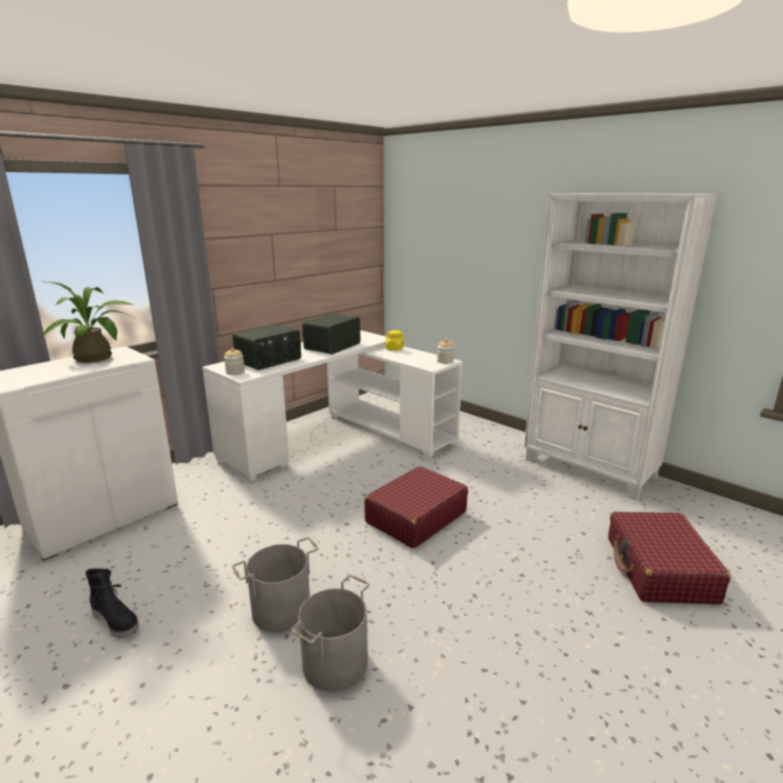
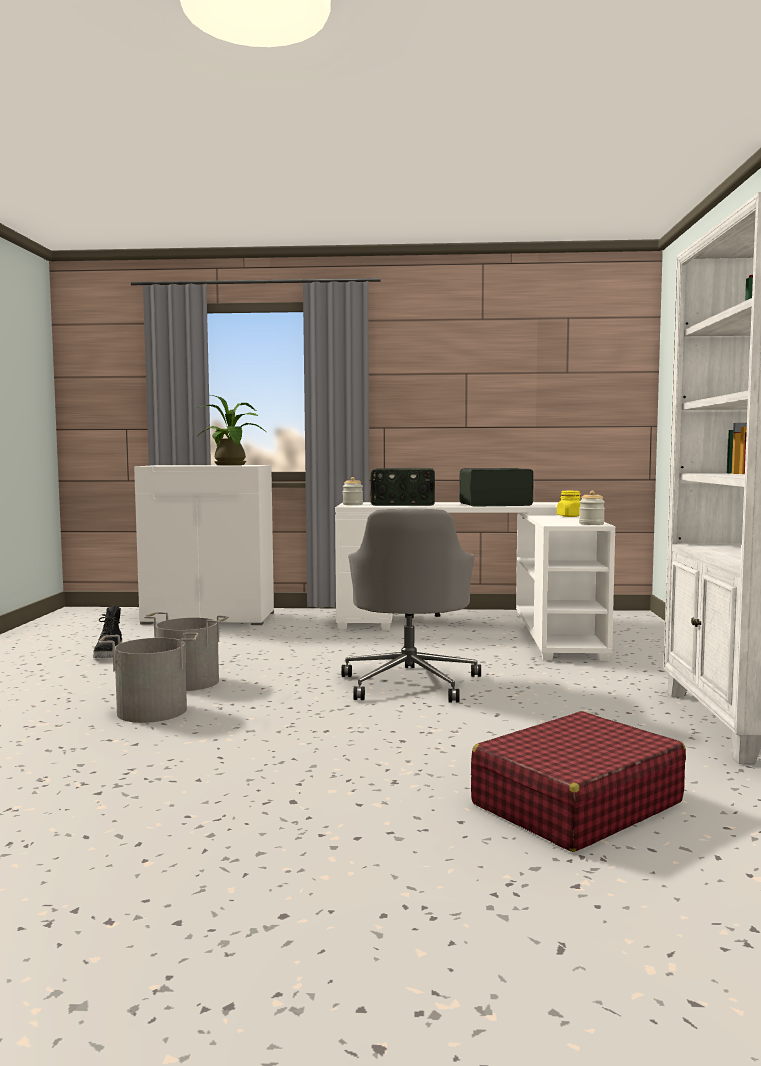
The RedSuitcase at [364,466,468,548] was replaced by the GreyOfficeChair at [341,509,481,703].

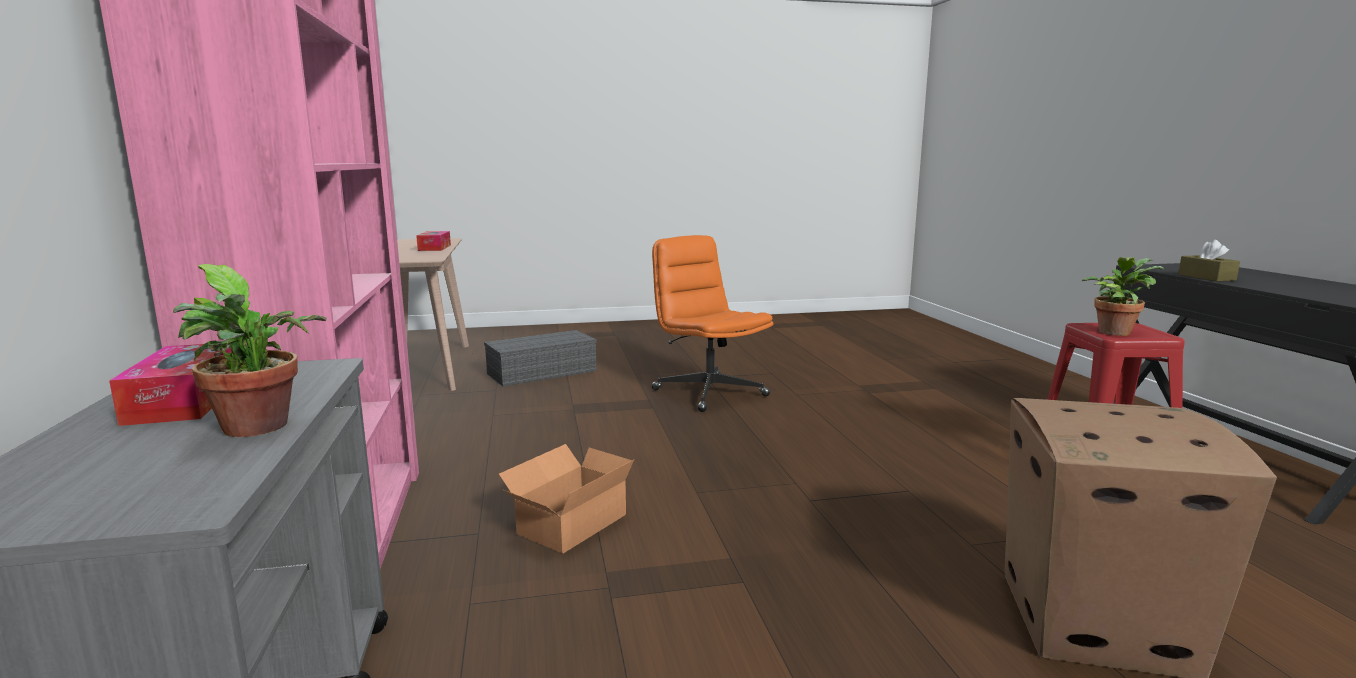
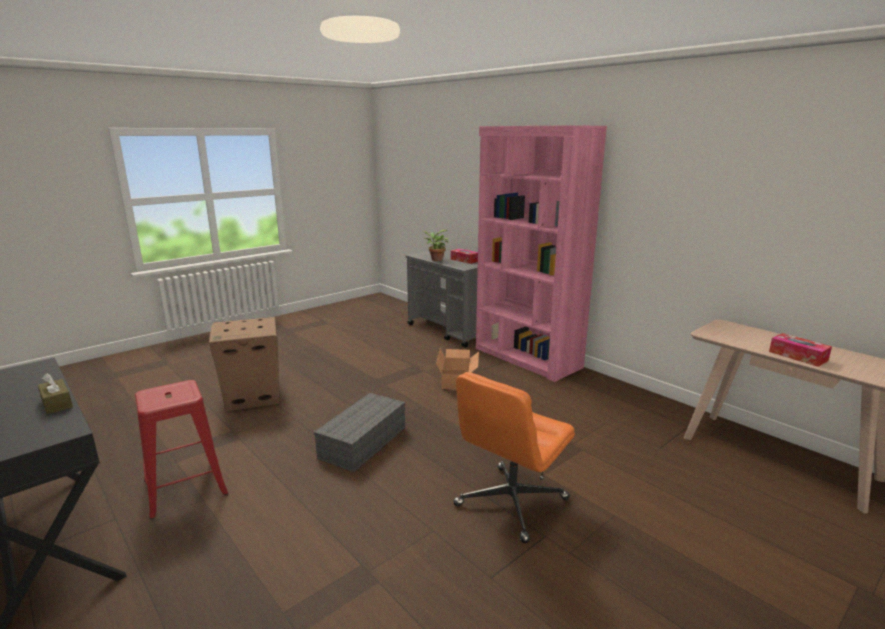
The GreyStorageBox moved from [484,330,597,387] to [314,393,405,472].
The OrangeOfficeChair at [652,235,773,412] turned 105 degrees clockwise.
The PottedPlant at [1082,257,1163,336] disappeared.

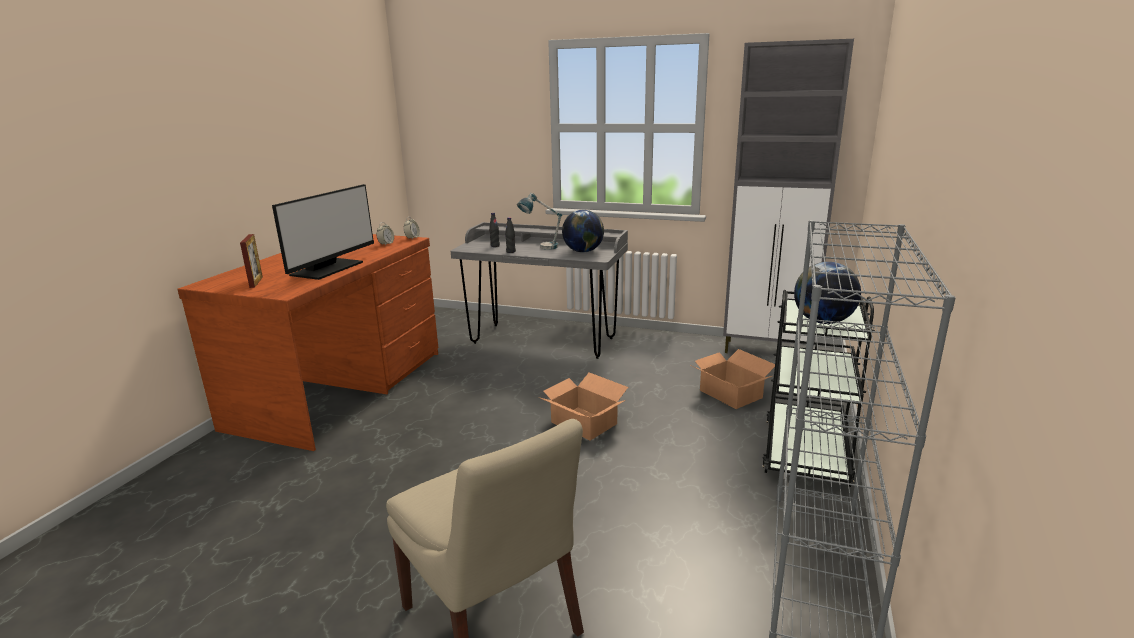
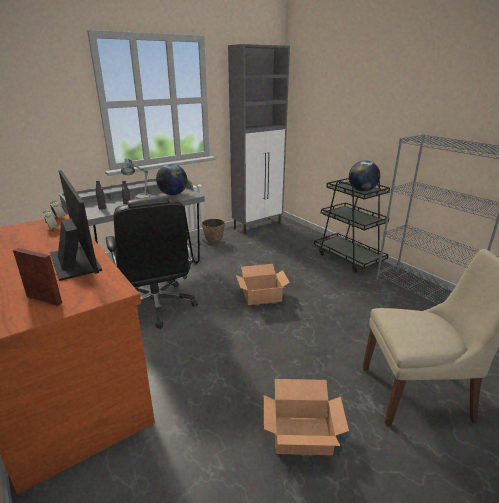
The BlackOfficeChair at [106,196,198,329] appeared.
The Planter at [202,219,225,244] appeared.
The CardboardBox moved from [693,349,775,409] to [264,379,349,455].

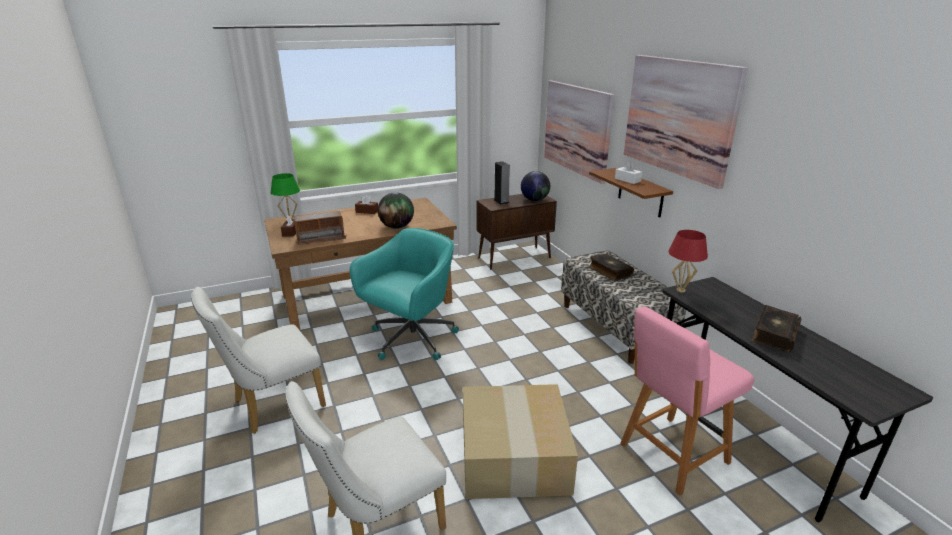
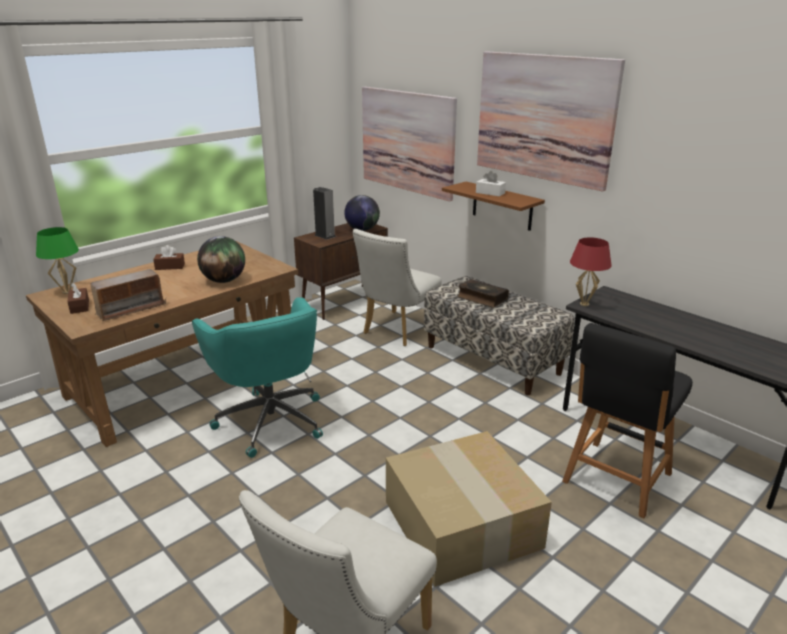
The TurquoiseOfficeChair at [350,228,459,360] turned 135 degrees clockwise.
The WhiteChair moved from [191,287,326,434] to [353,229,442,346].
The PinkChair at [620,306,754,495] became the BlackChair at [562,323,693,518].
The Book at [751,305,801,353] disappeared.

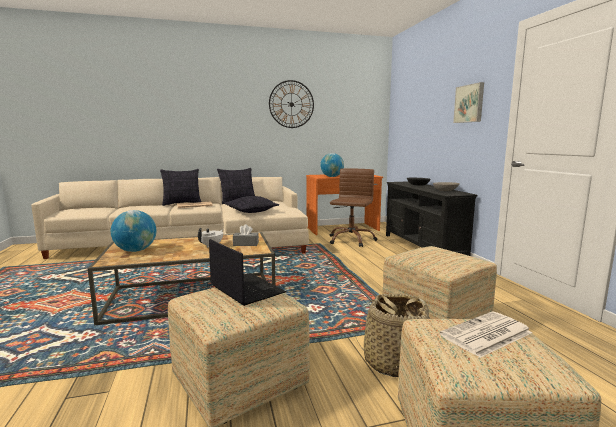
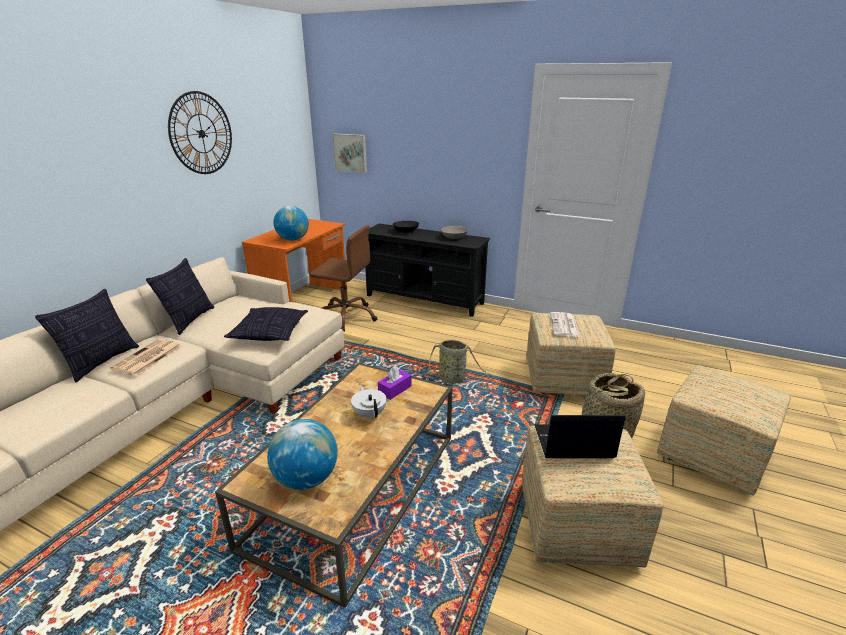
The BrownOfficeChair at [329,168,378,247] turned 135 degrees clockwise.
The Picture moved from [453,82,484,123] to [332,133,367,173].
The GreyTissueBox at [233,224,259,246] became the PurpleTissueBox at [378,366,412,400].
The Basket at [425,340,492,384] appeared.
The Newspaper moved from [440,312,532,358] to [550,312,580,337].

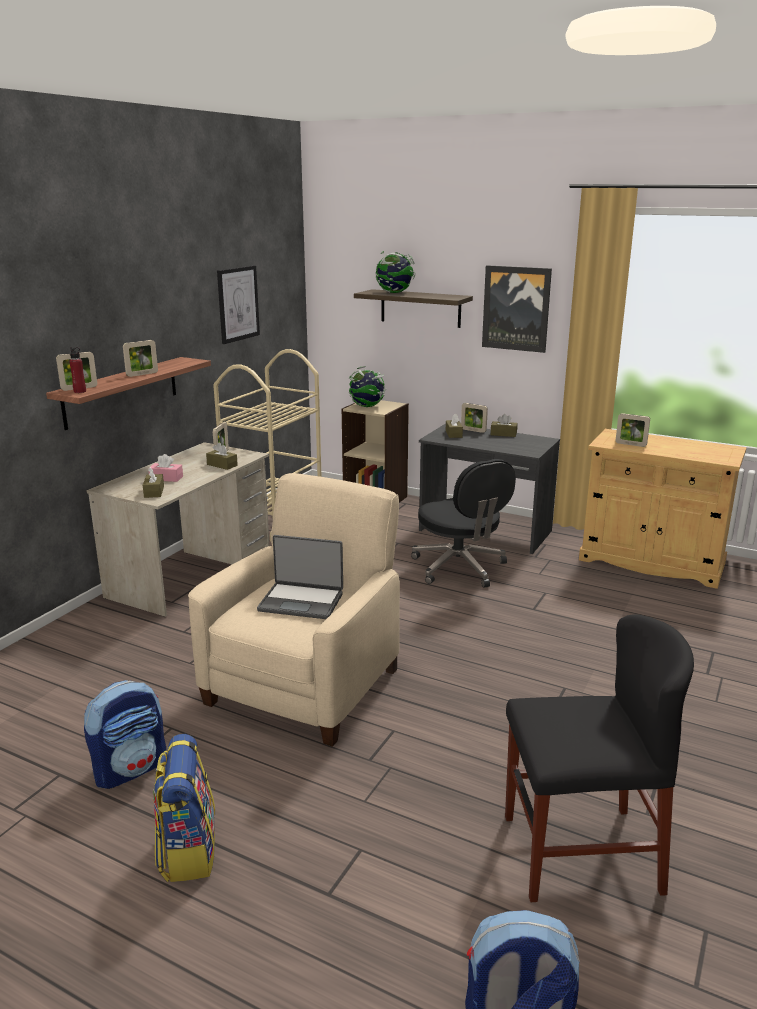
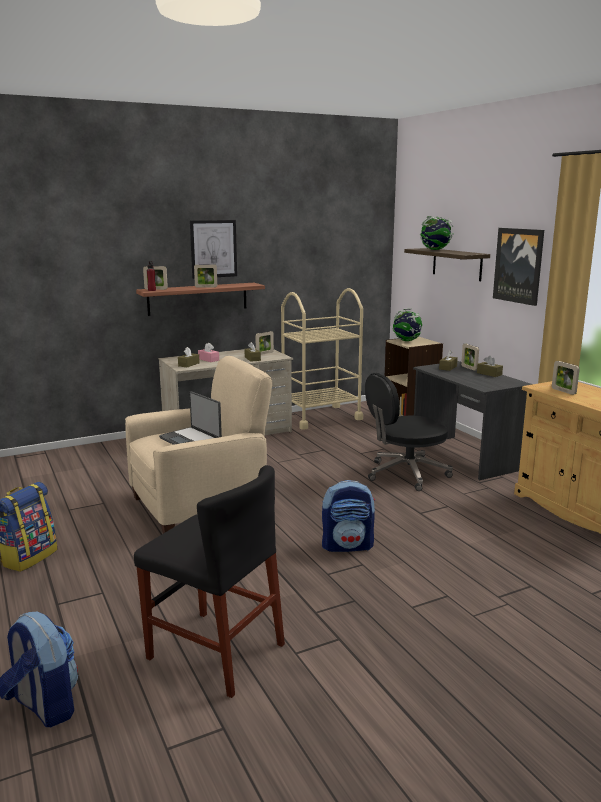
The Picture moved from [217,265,260,344] to [190,220,237,279].
The Backpack moved from [84,680,166,789] to [322,480,375,552].
The BlackOfficeChair at [411,459,516,588] turned 60 degrees clockwise.

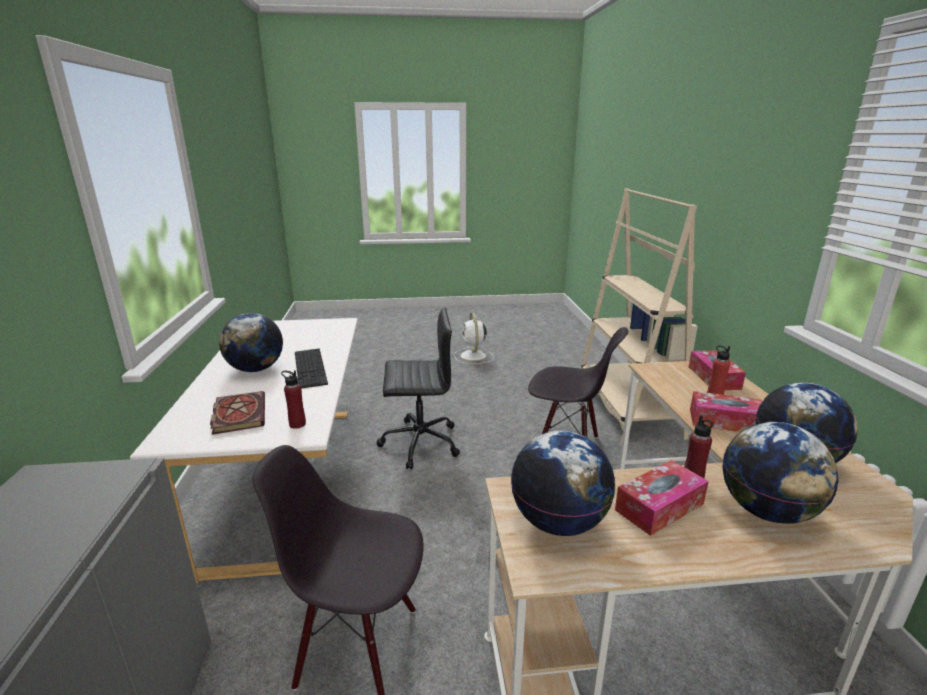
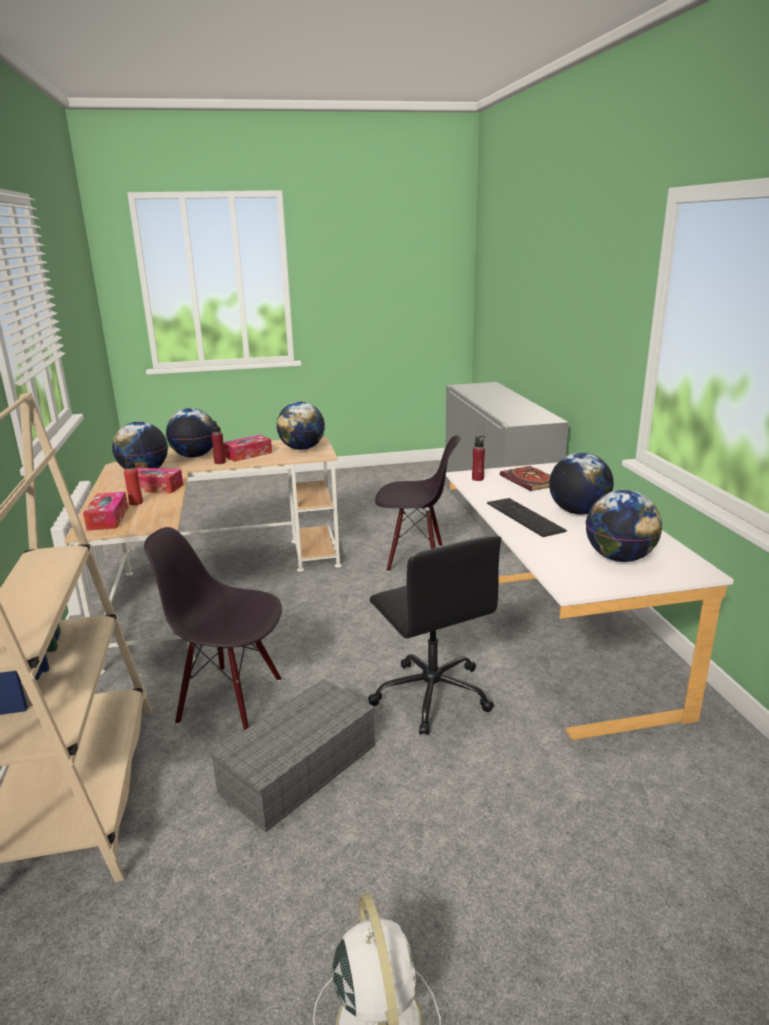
The GreyStorageBox at [210,679,375,832] appeared.
The BlackOfficeChair at [377,308,460,470] turned 105 degrees counterclockwise.
The Globe at [586,490,662,562] appeared.

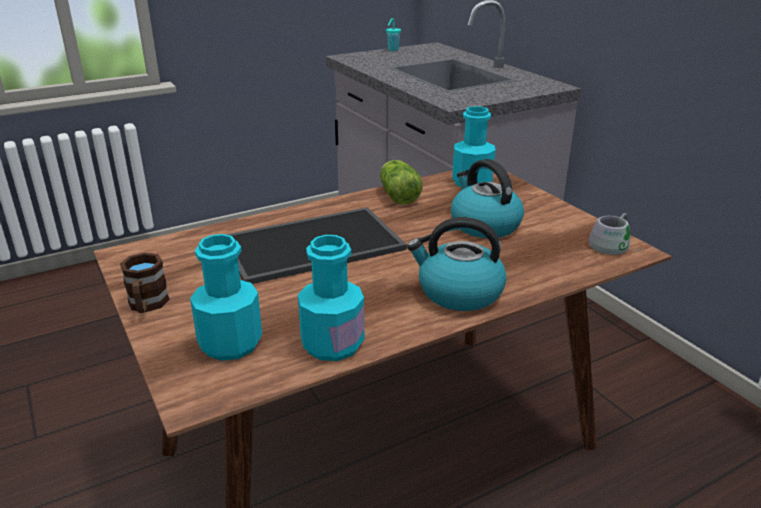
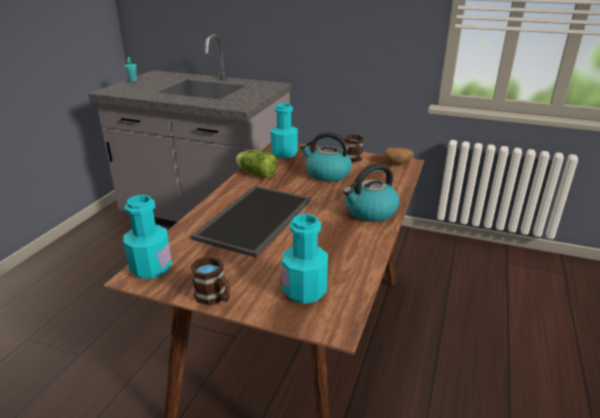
The TurquoiseBottle moved from [298,235,364,361] to [124,195,172,279].
The BrownMug at [345,134,364,162] appeared.
The GreyMug at [589,213,643,255] was replaced by the Potato at [384,148,414,165].

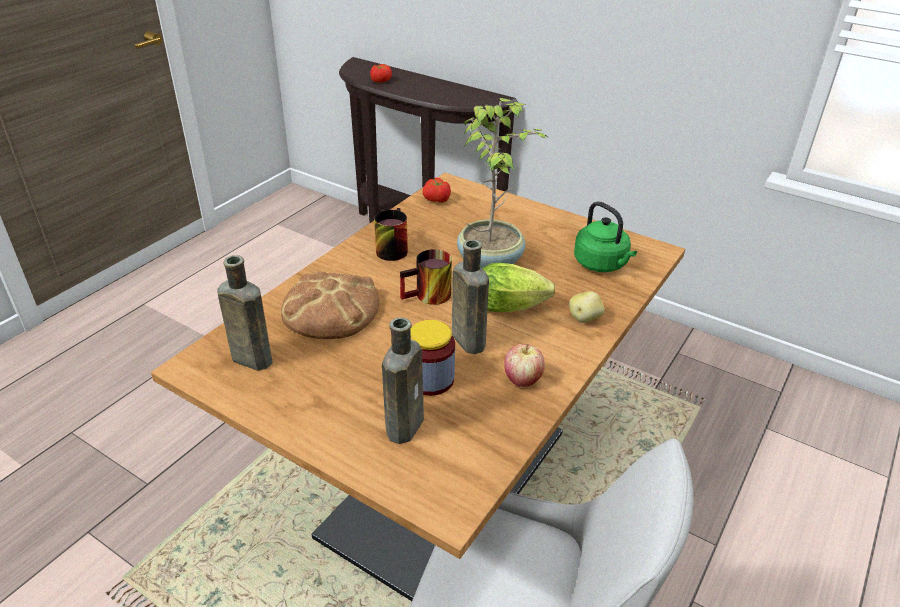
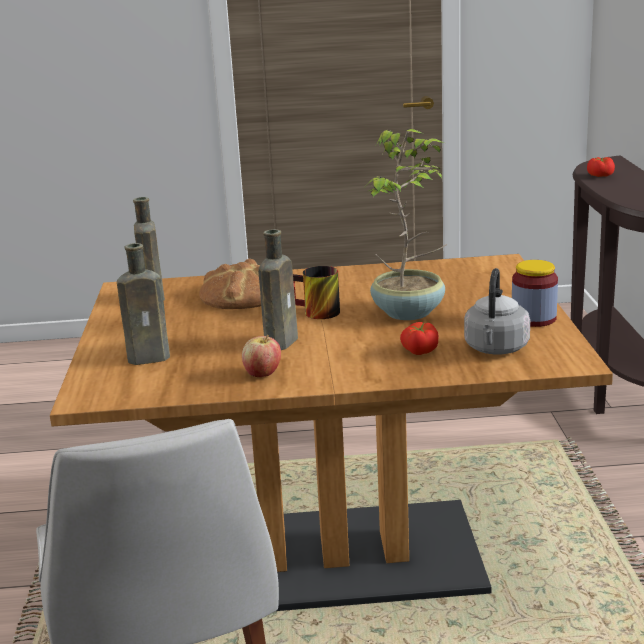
The Tomato moved from [423,178,451,203] to [400,322,439,355].
The GreenKettle at [574,201,637,272] became the GreyKettle at [464,268,530,354].
The Jar moved from [411,320,455,396] to [512,260,558,327].
The Mug at [374,208,408,261] disappeared.
The Lettuce at [483,263,556,312] disappeared.
The Potato at [569,291,605,323] disappeared.

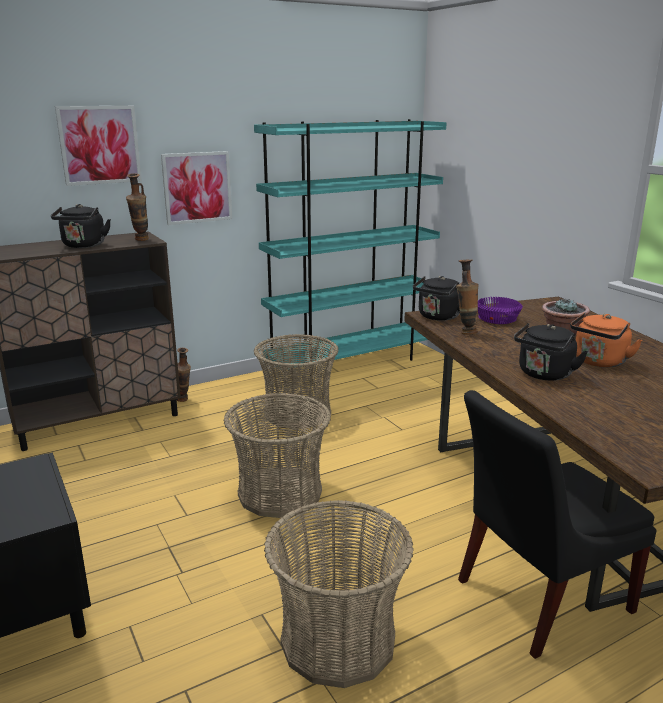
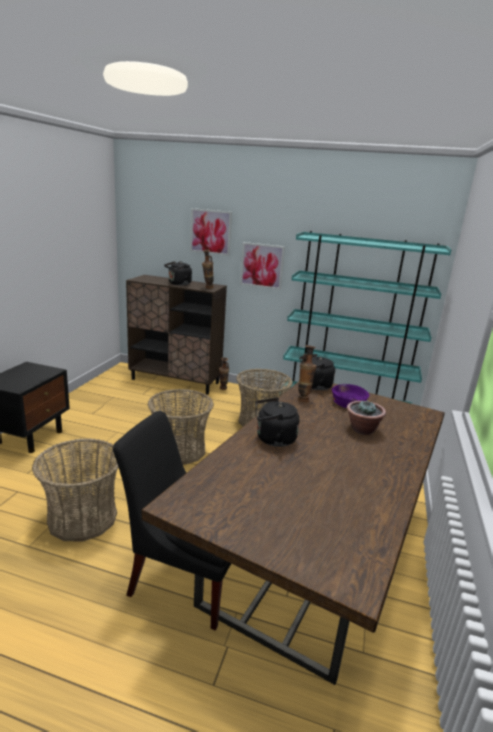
The OrangeKettle at [570,313,642,367] disappeared.

